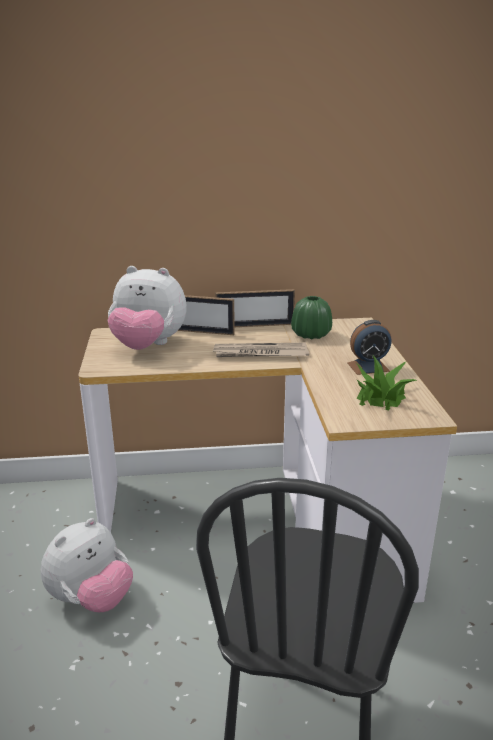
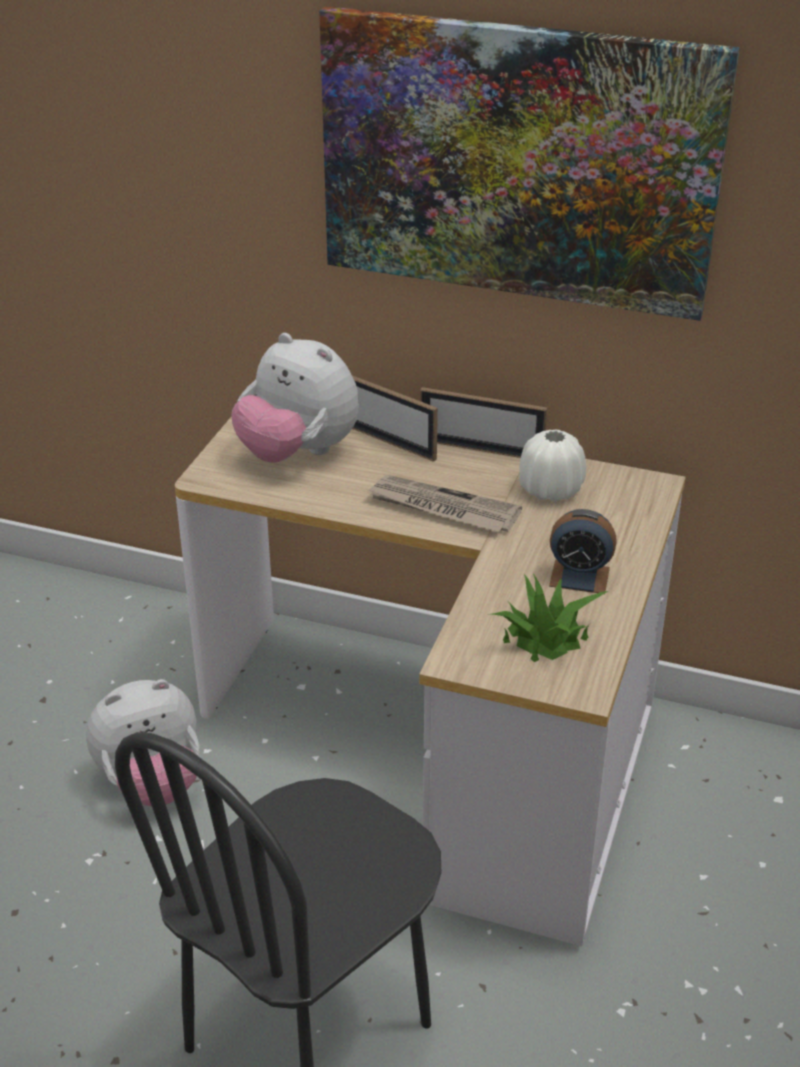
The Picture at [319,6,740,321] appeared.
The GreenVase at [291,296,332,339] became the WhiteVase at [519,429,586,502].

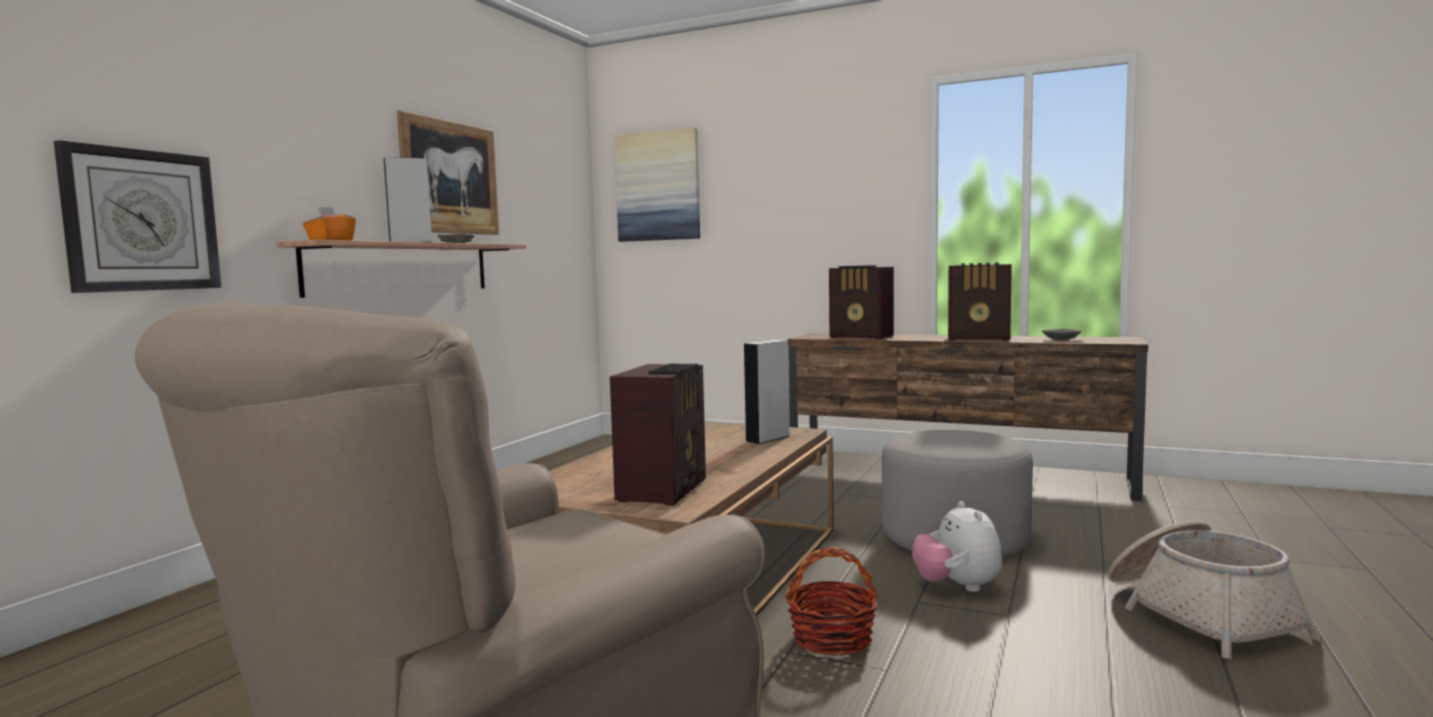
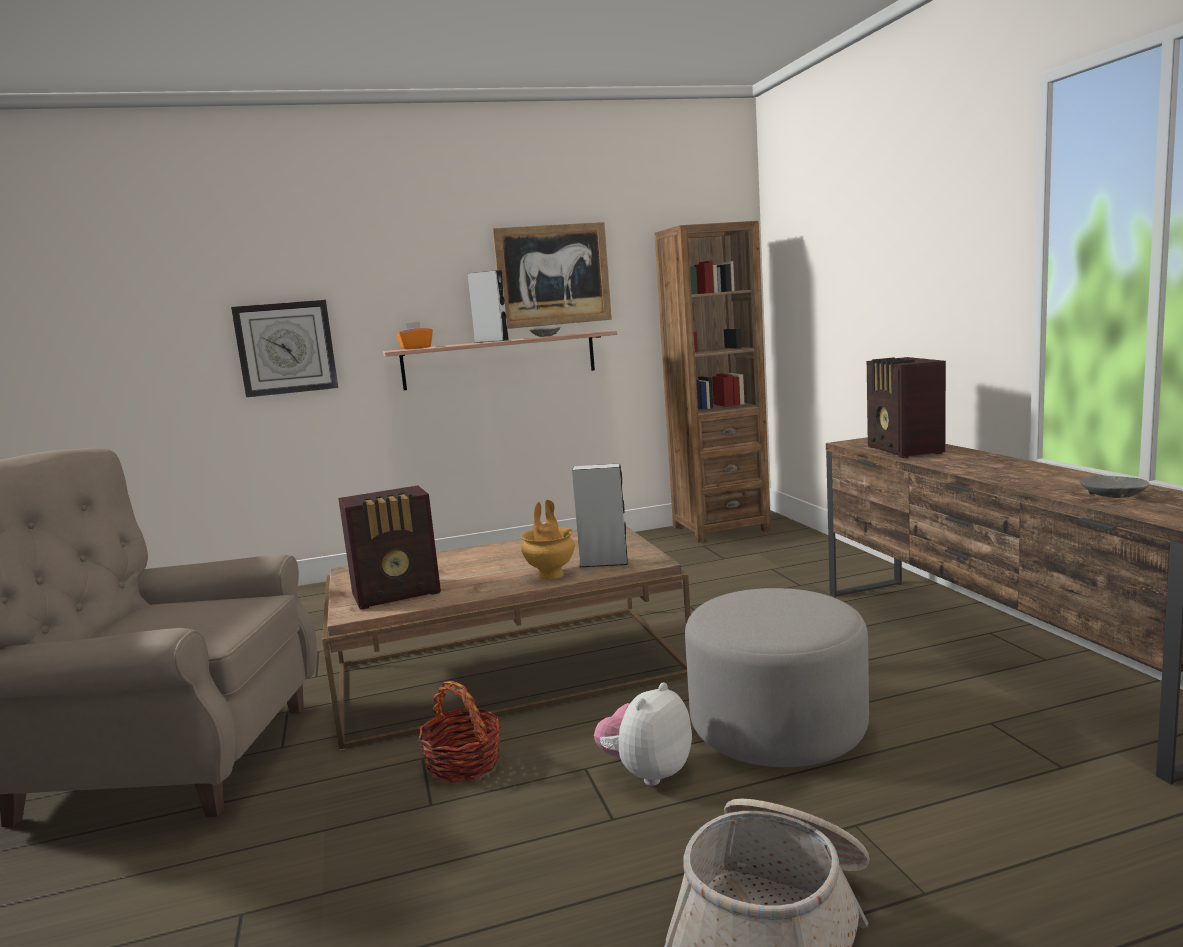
The BrownVase at [521,500,575,579] appeared.
The BrownBookcase at [654,221,771,543] appeared.
The Picture at [614,127,700,242] disappeared.
The Radio at [948,262,1012,341] disappeared.

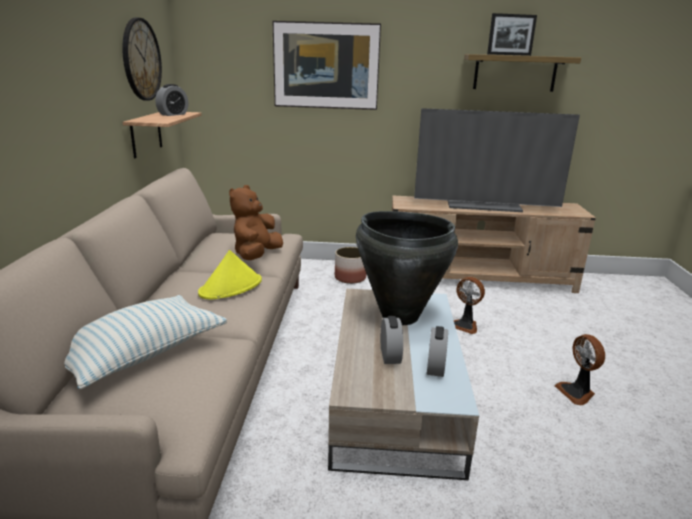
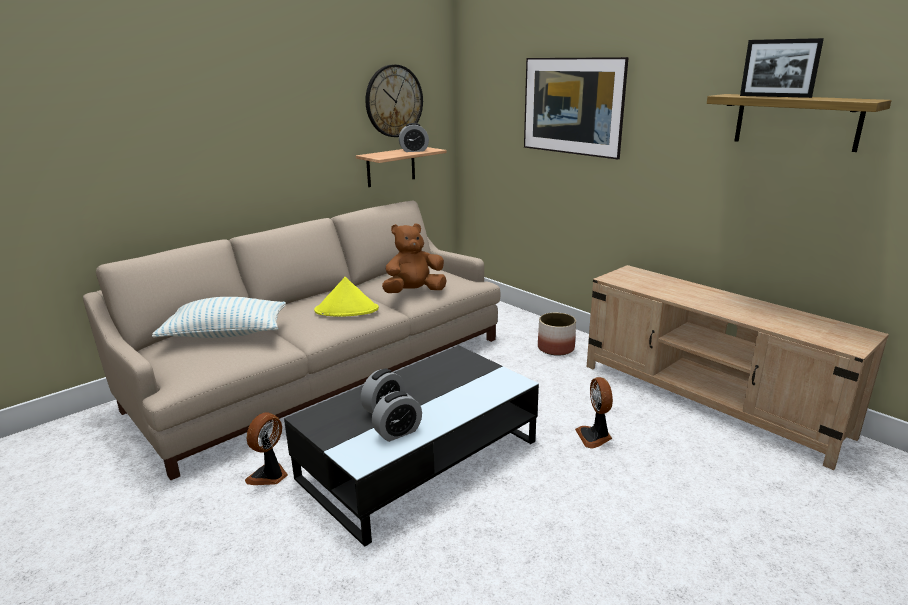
The Fan moved from [555,334,605,405] to [245,412,288,485].
The BeigeCoffeeTable at [328,289,479,480] became the BlackCoffeeTable at [284,345,539,547].
The BlackVase at [356,211,458,325] disappeared.
The Television at [414,108,580,212] disappeared.

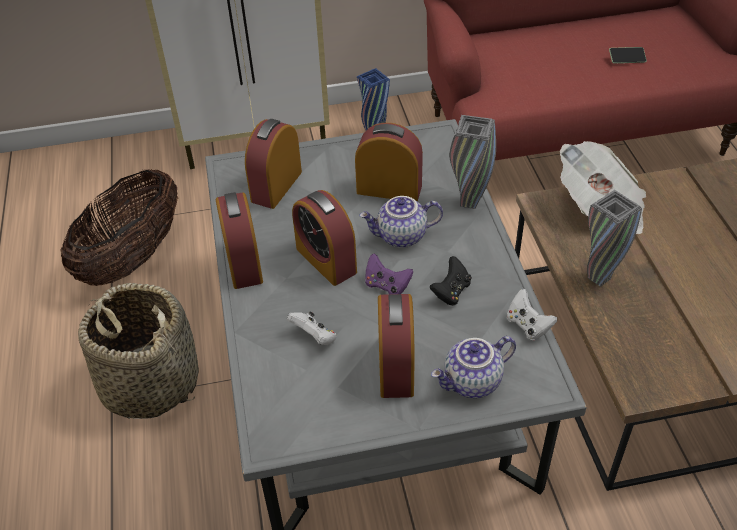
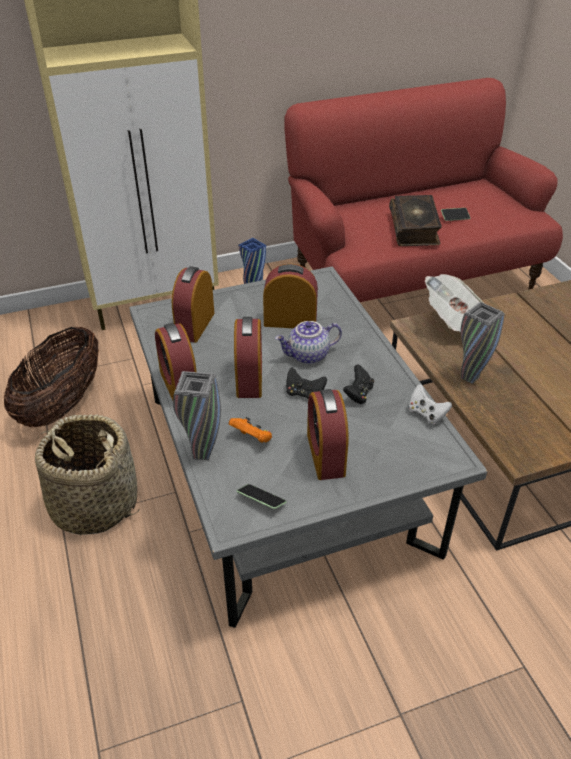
The GreyVase moved from [449,115,496,209] to [173,371,221,460].
The WhiteGameController at [287,311,337,345] became the OrangeGameController at [229,417,272,443].
The AlarmClock at [292,190,357,286] turned 135 degrees counterclockwise.
The Phone at [237,484,287,509] appeared.
The PurpleGameController at [365,253,413,294] became the BlackGameController at [286,367,327,399].
The Book at [389,195,442,246] appeared.
The Teapot at [431,336,516,398] disappeared.

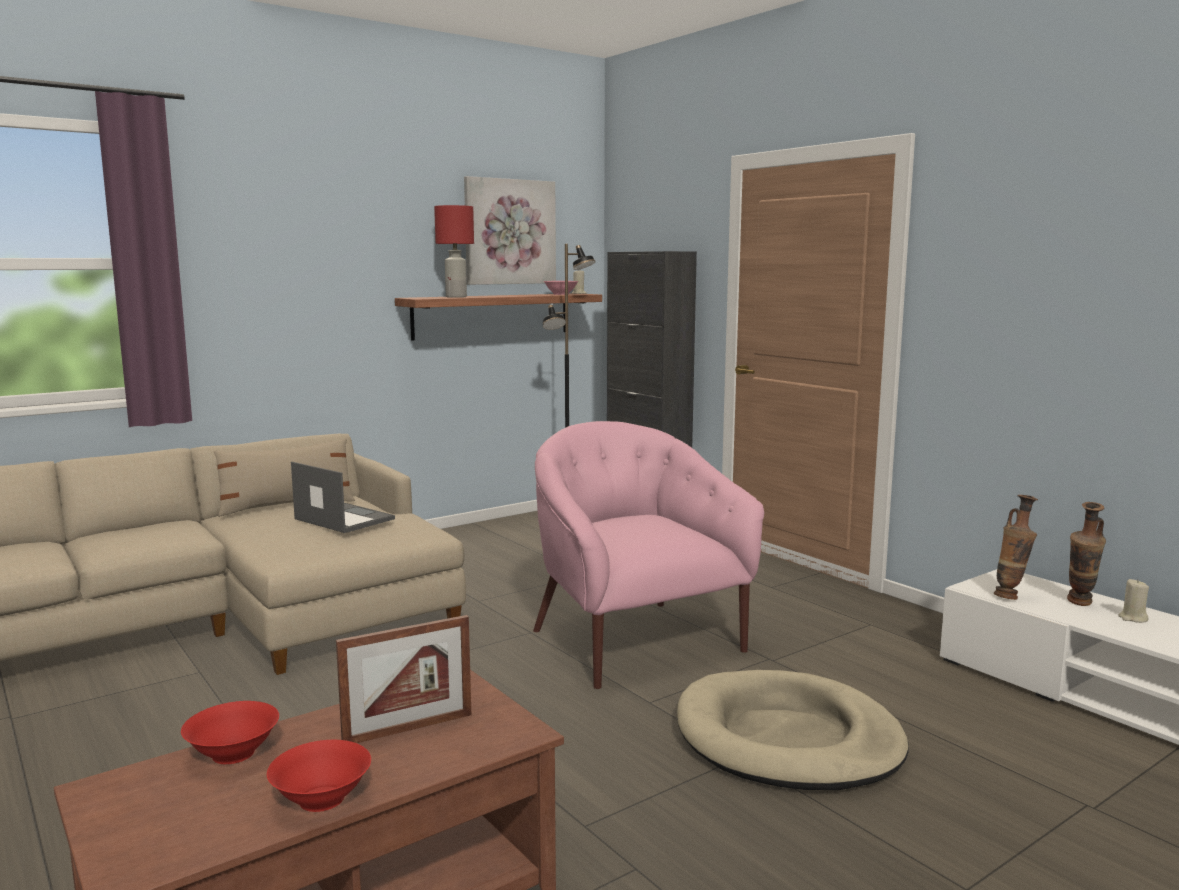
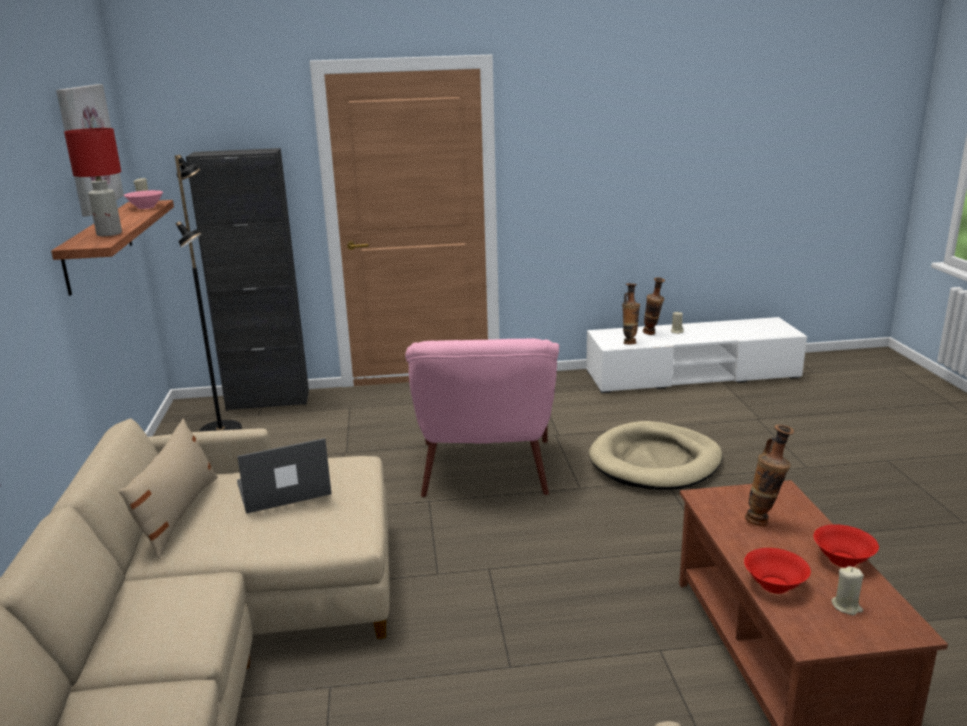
The PinkArmchair at [533,421,764,689] turned 90 degrees counterclockwise.
The PictureFrame at [336,615,471,743] was replaced by the Vase at [745,425,794,526].
The BeigeCandle at [832,566,864,615] appeared.

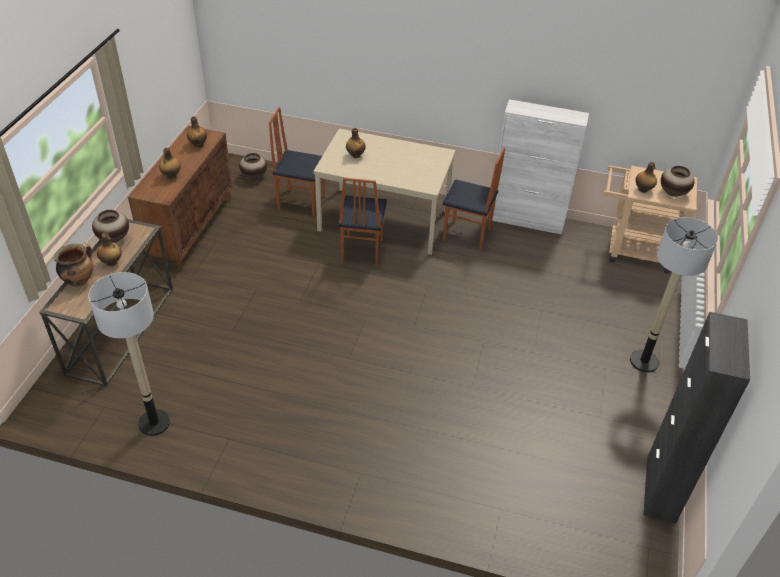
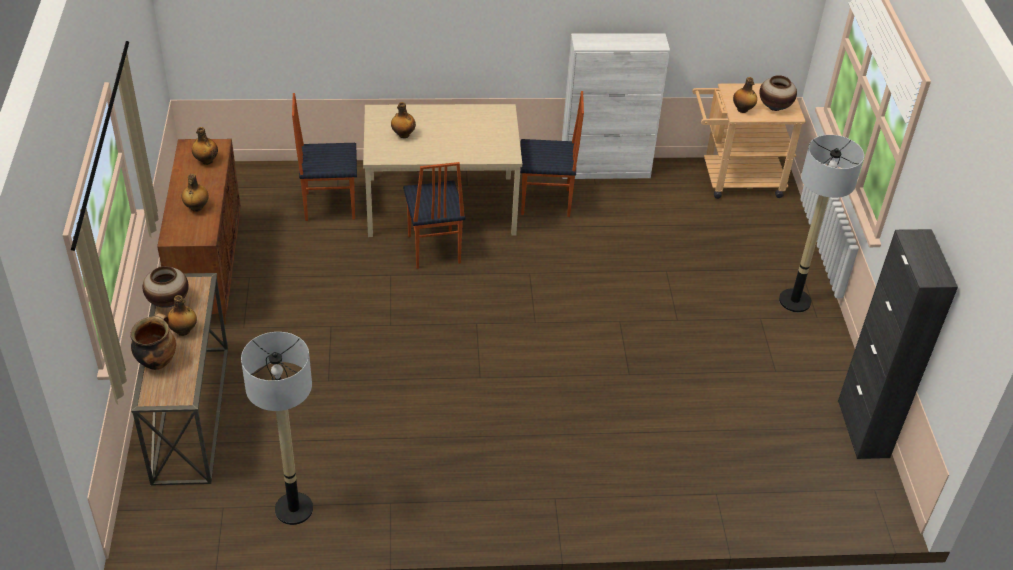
The Vase at [239,153,267,179] disappeared.

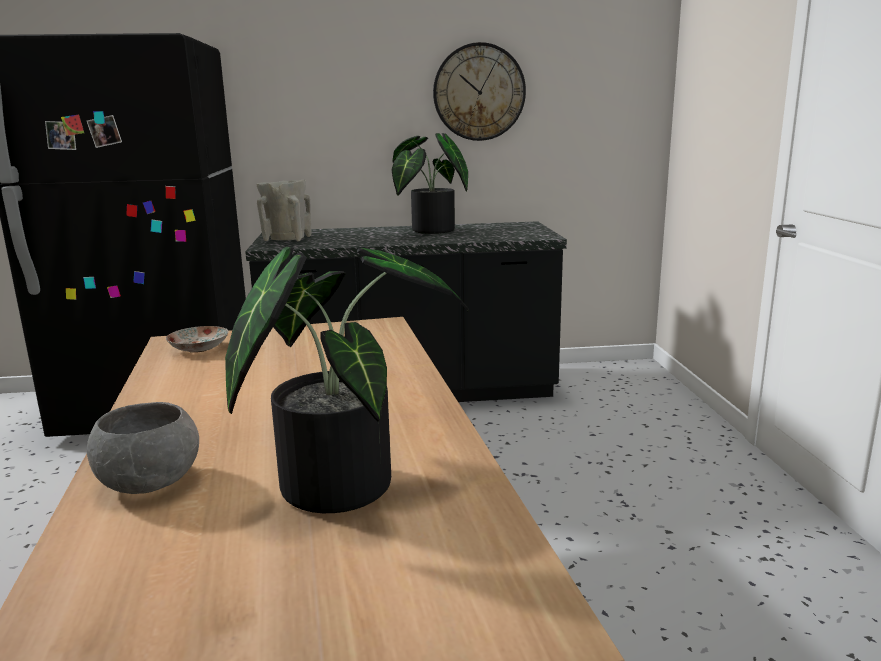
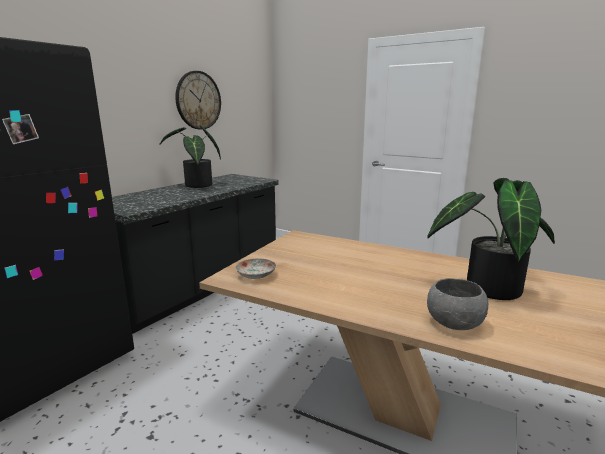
The BeigeVase at [257,180,312,241] disappeared.

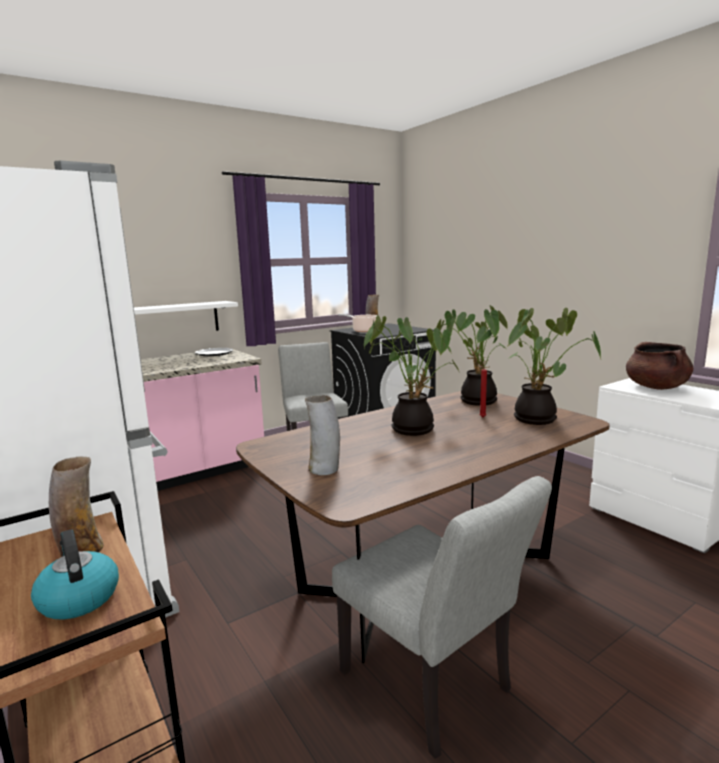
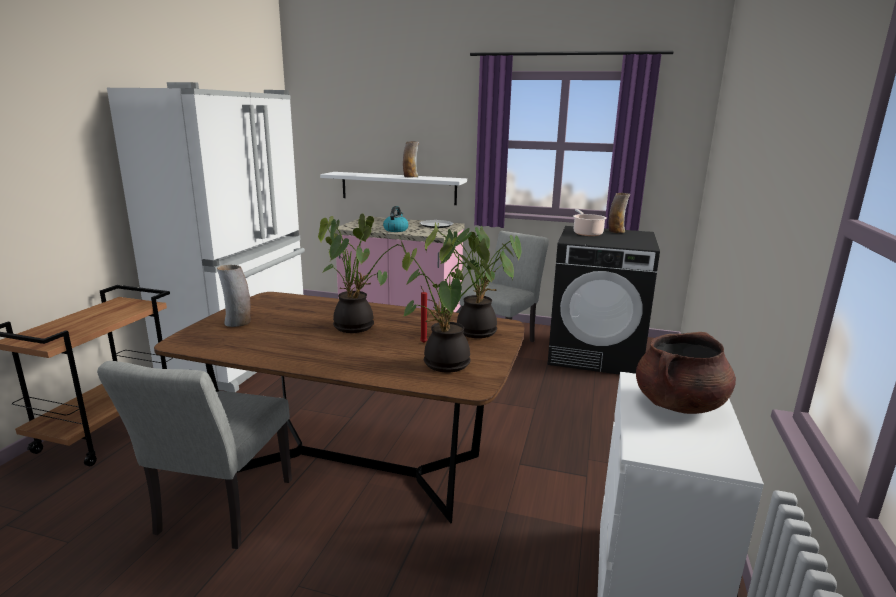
The Kettle moved from [31,529,119,619] to [383,206,409,232].
The Vase moved from [49,456,104,557] to [403,141,419,178].

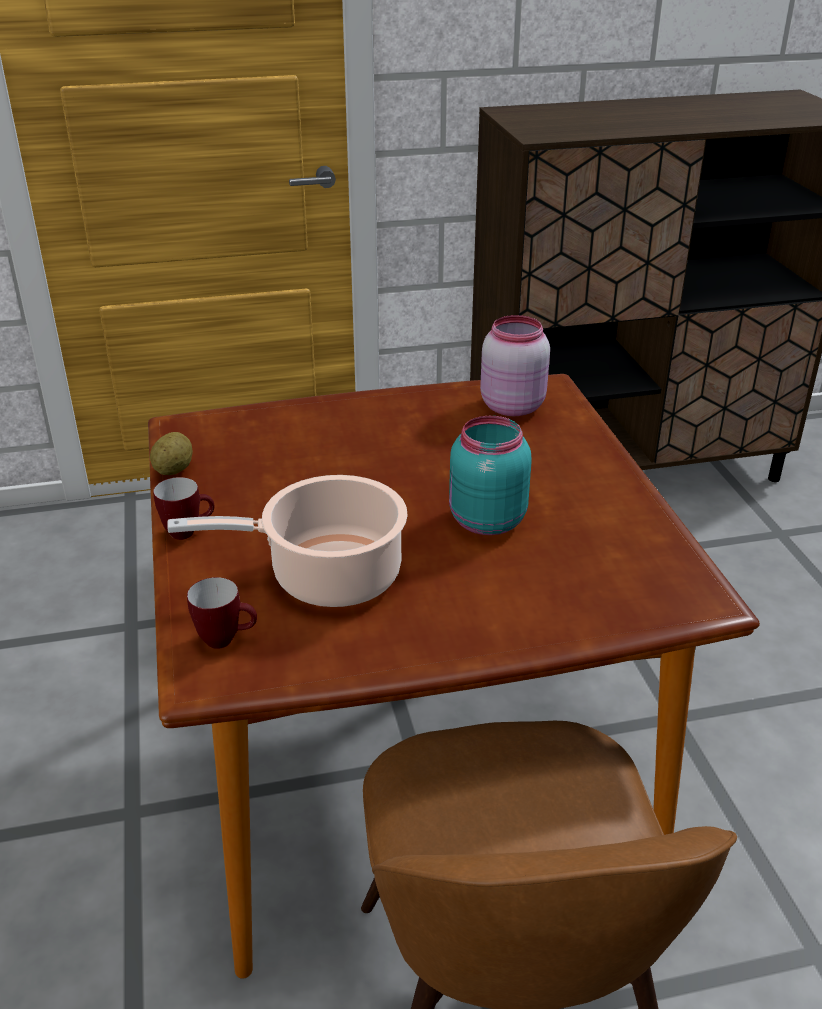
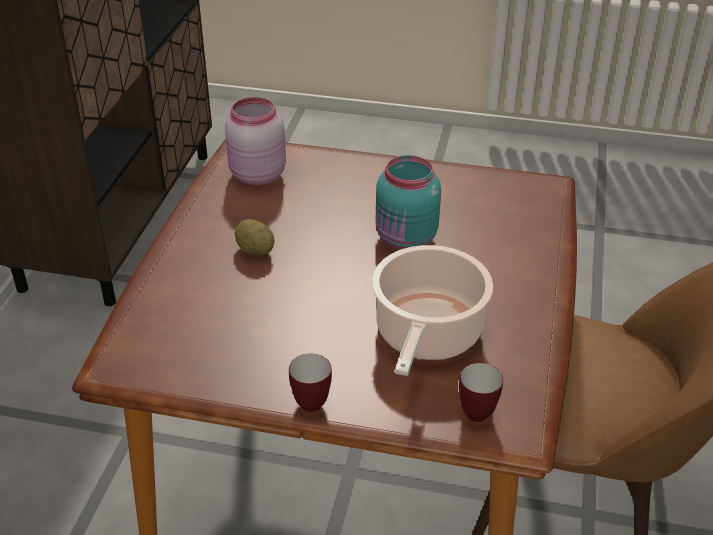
The Potato moved from [150,432,193,475] to [235,219,275,256].

